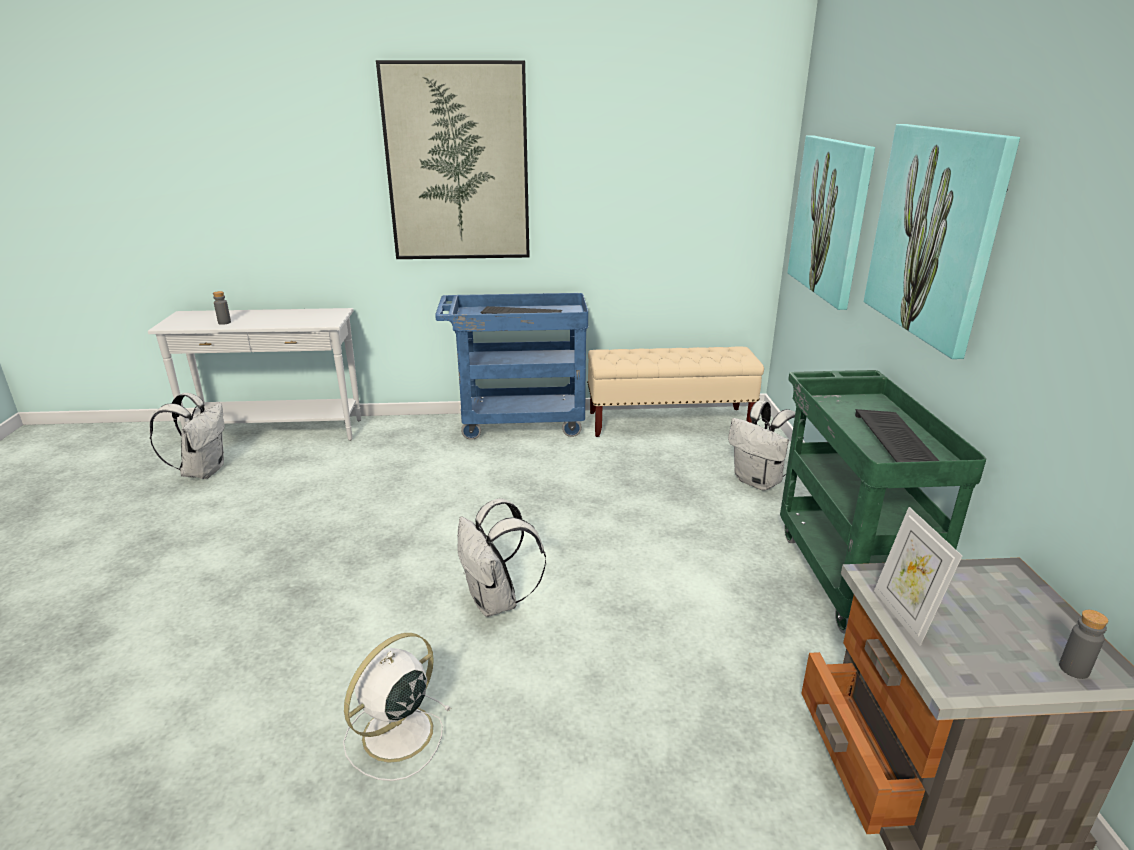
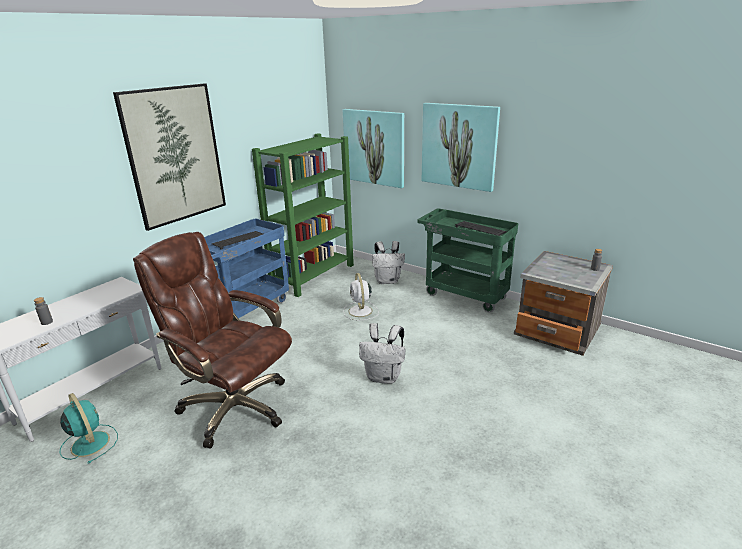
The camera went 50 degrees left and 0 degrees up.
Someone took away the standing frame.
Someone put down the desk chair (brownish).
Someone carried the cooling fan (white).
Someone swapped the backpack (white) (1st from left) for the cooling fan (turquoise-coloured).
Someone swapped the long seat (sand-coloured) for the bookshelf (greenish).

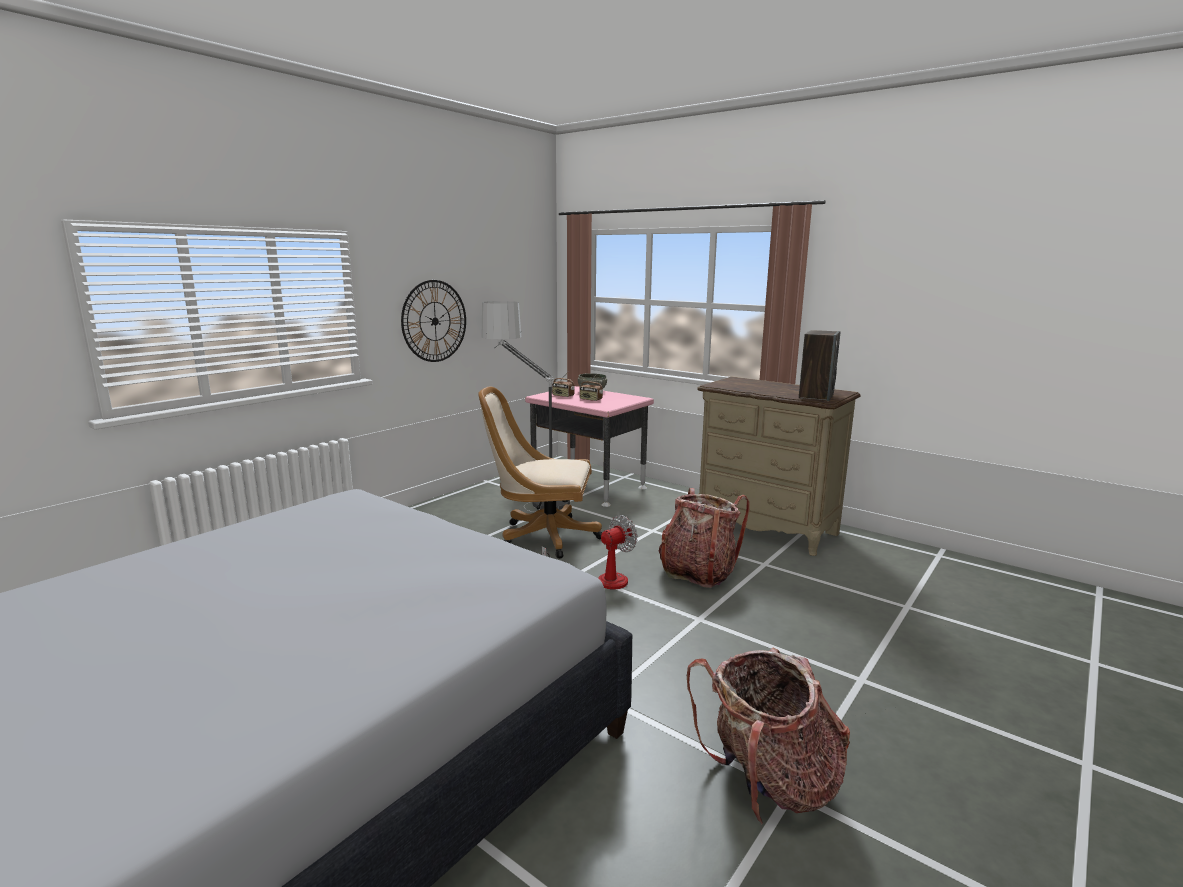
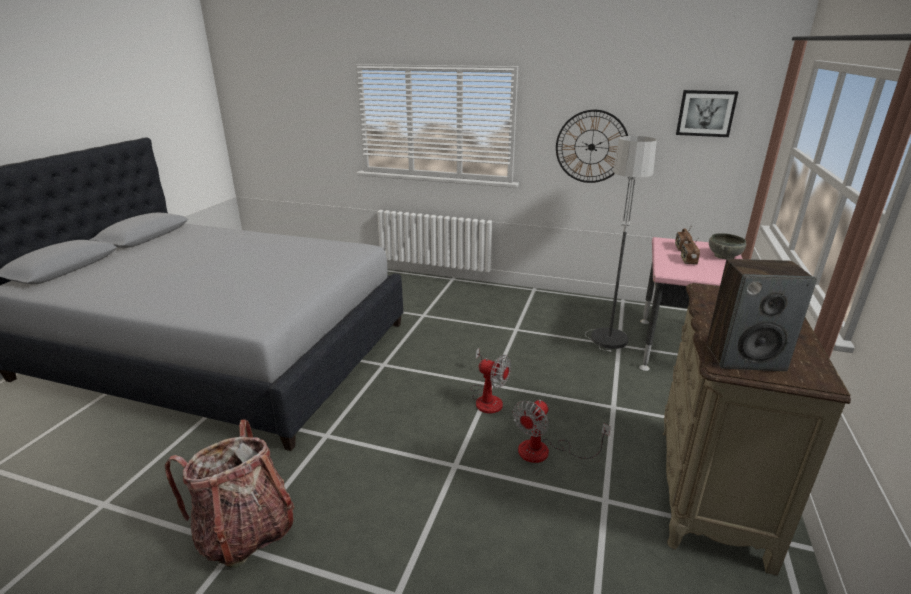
The camera went 70 degrees right and 10 degrees up.
Someone took away the desk chair.
Someone put up the wall art.
Someone swapped the backpack (1st from left) for the cooling fan (2nd from left).

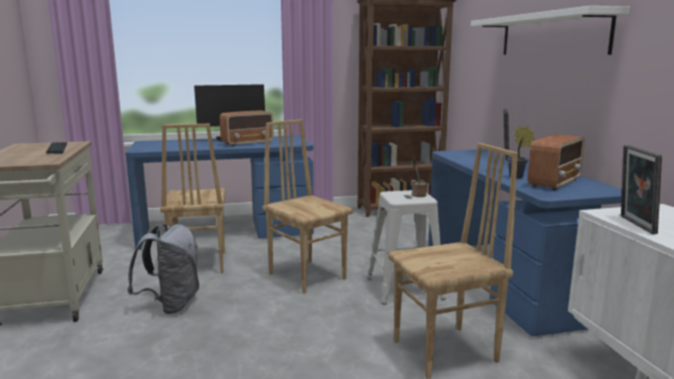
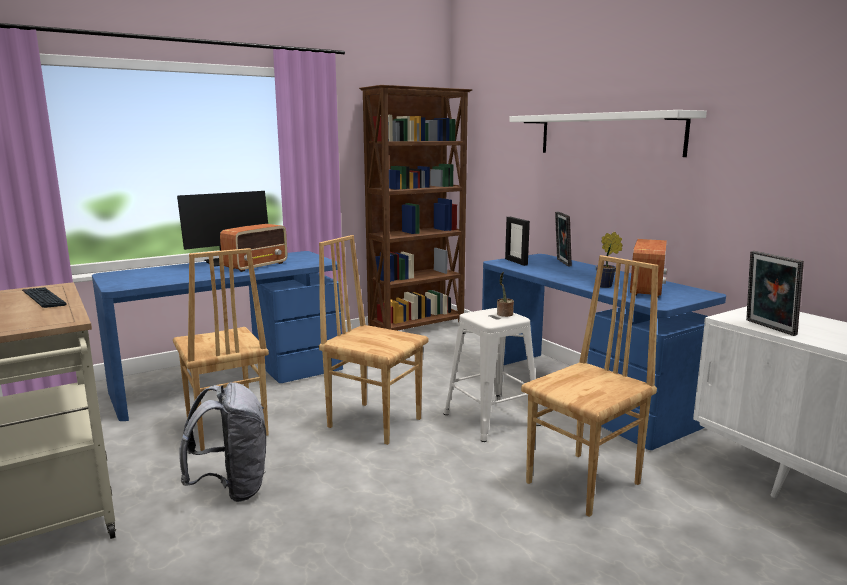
The camera went 20 degrees left and 0 degrees up.
Someone put down the standing frame (1st from left).

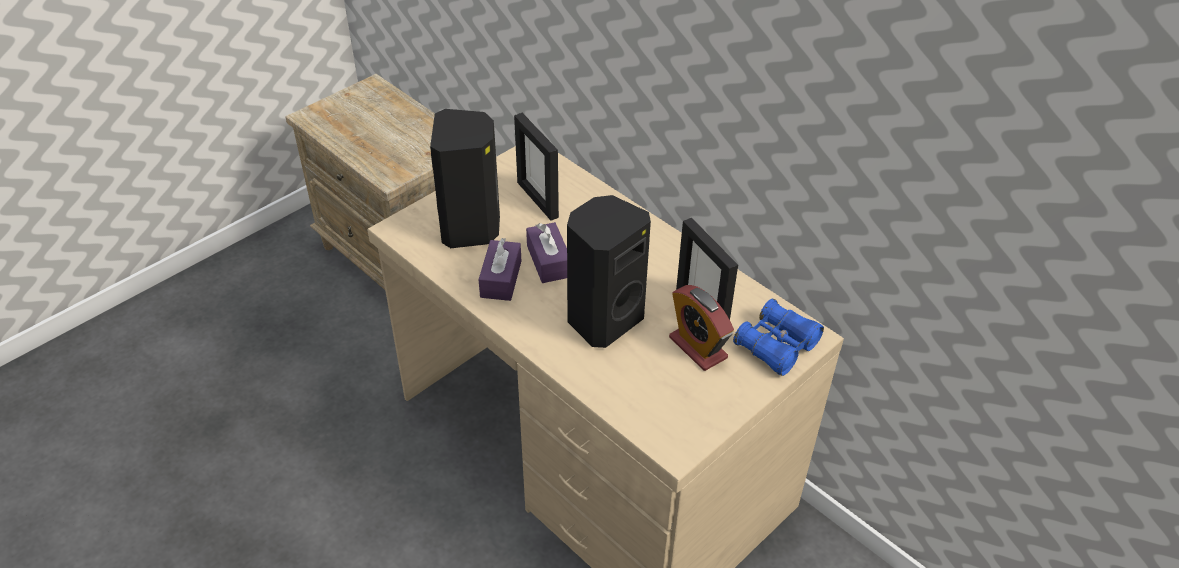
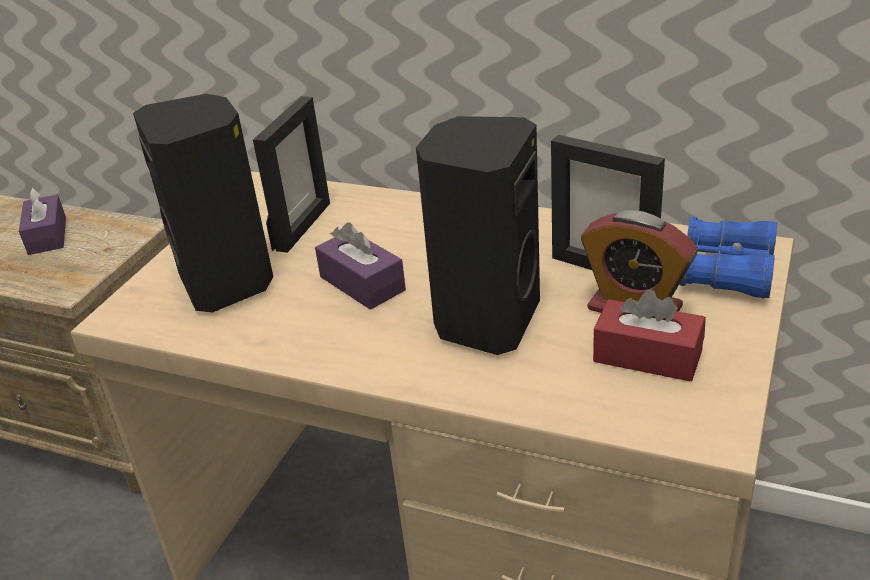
The camera went 20 degrees left and 10 degrees down.
Someone put down the tissue box (reddish).
Someone carried the tissue box (purple) (1st from left).
Someone rotated the standing frame (1st from left) by 105 degrees counterclockwise.

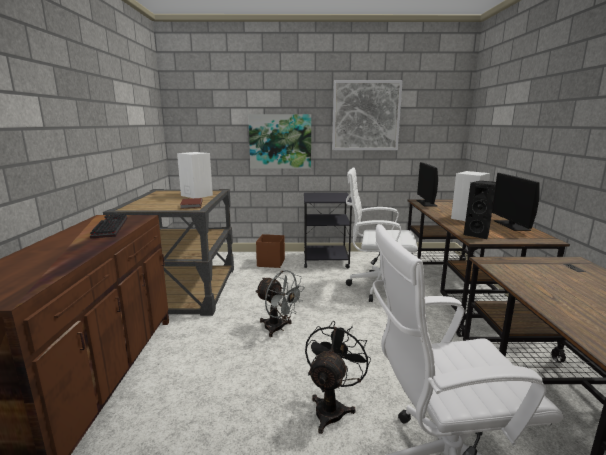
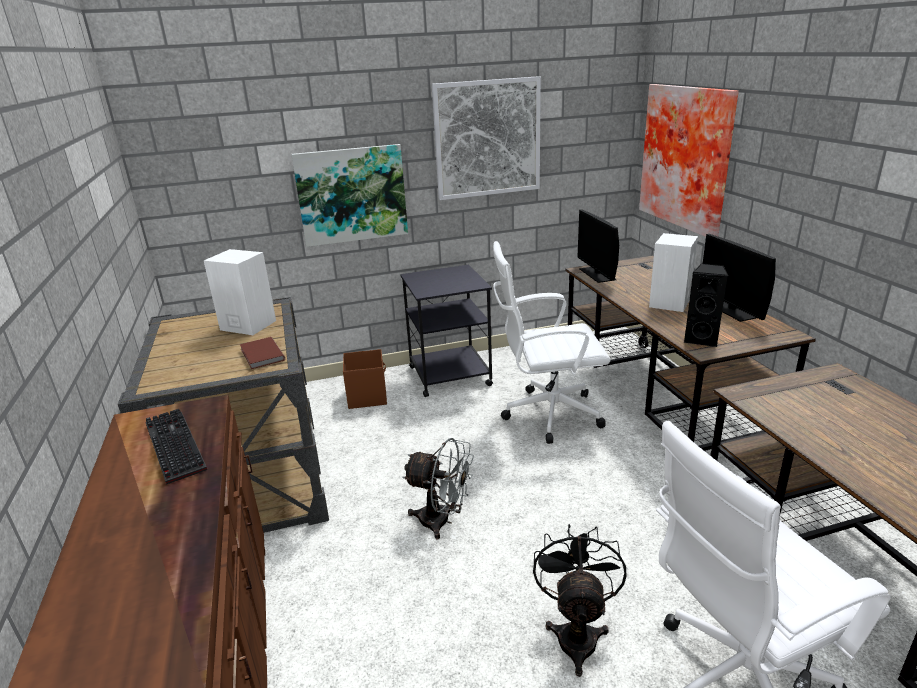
The camera went 15 degrees left and 10 degrees up.
Someone put up the wall art (3rd from left).

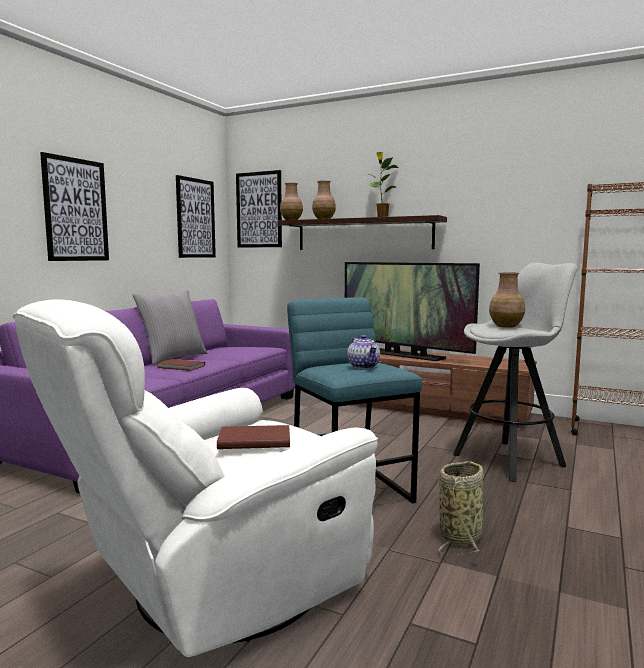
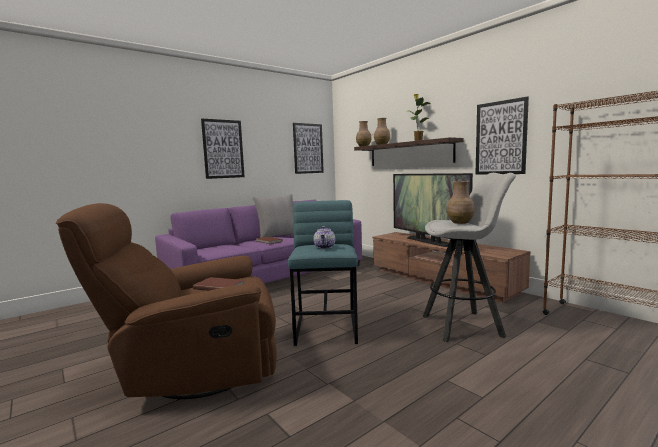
The camera went 25 degrees right and 0 degrees up.
Someone took away the household basket.
Someone carried the wall art (3rd from left).
Someone repainted the armchair (white), which became the armchair (brownish).

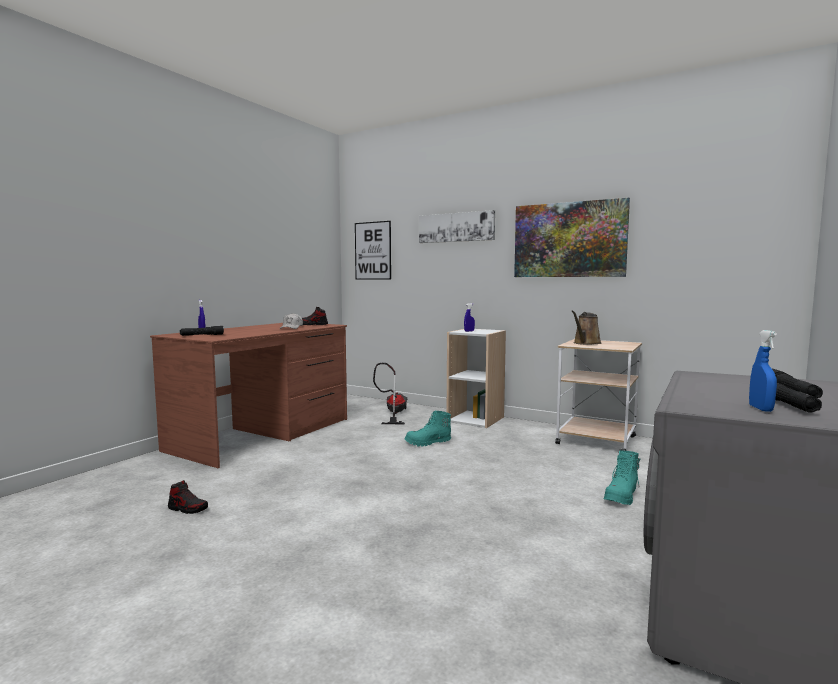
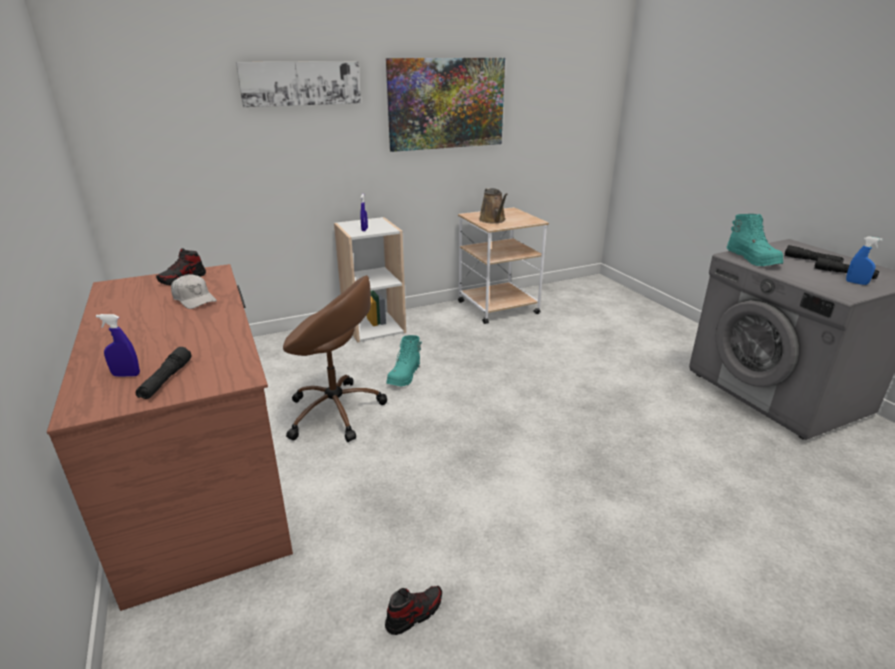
The camera went 55 degrees left and 20 degrees up.
Someone took away the wall art (1st from left).
Someone took away the vacuum.
Someone put down the desk chair (brownish).
Someone carried the tall boot (turquoise-coloured) (2nd from left).

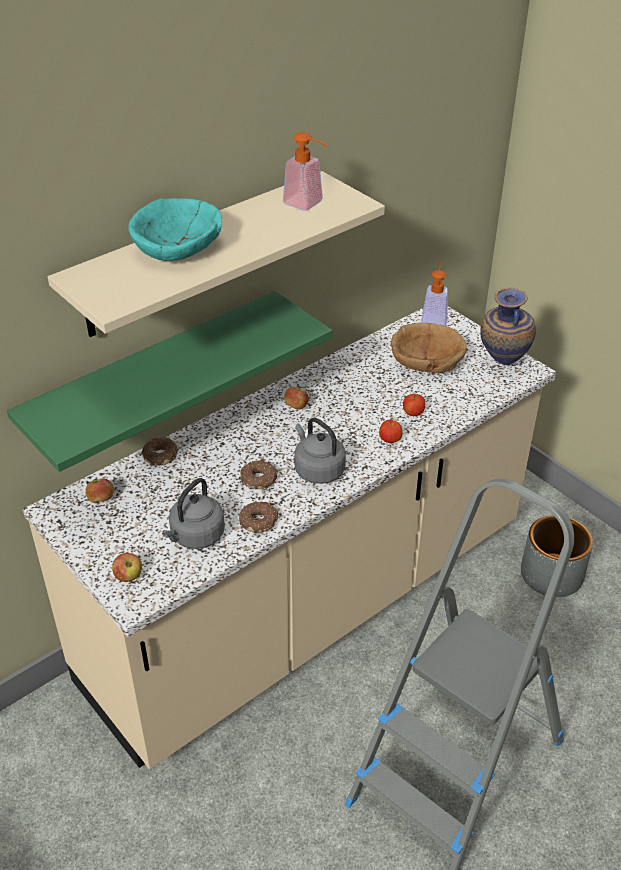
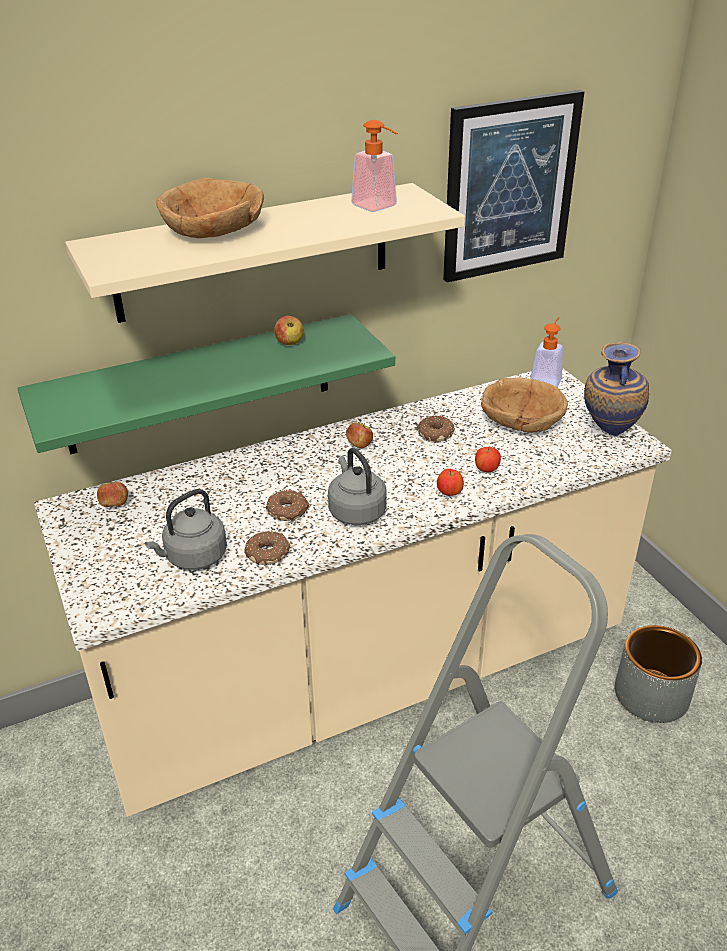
The camera went 15 degrees right and 5 degrees down.
Someone put up the wall art.
Someone carried the apple fruit (2nd from left).
Someone carried the ring doughnut (1st from left in the first image).
Someone repainted the deep dish (turquoise-coloured), which became the deep dish (brownish) (1st from left).

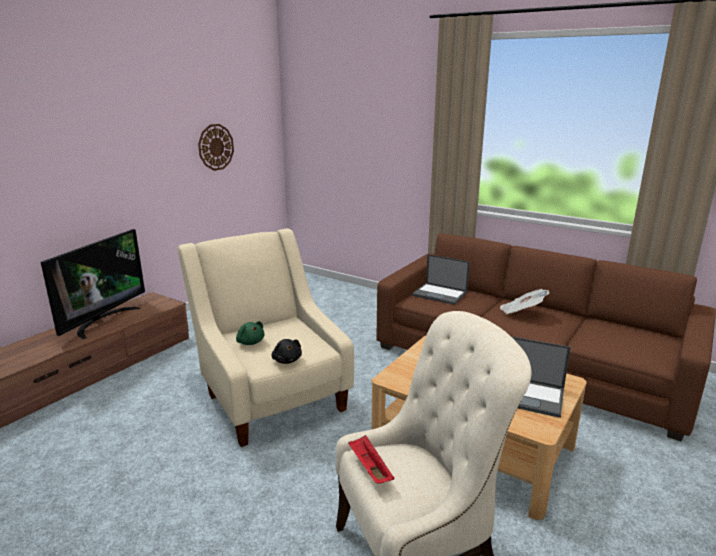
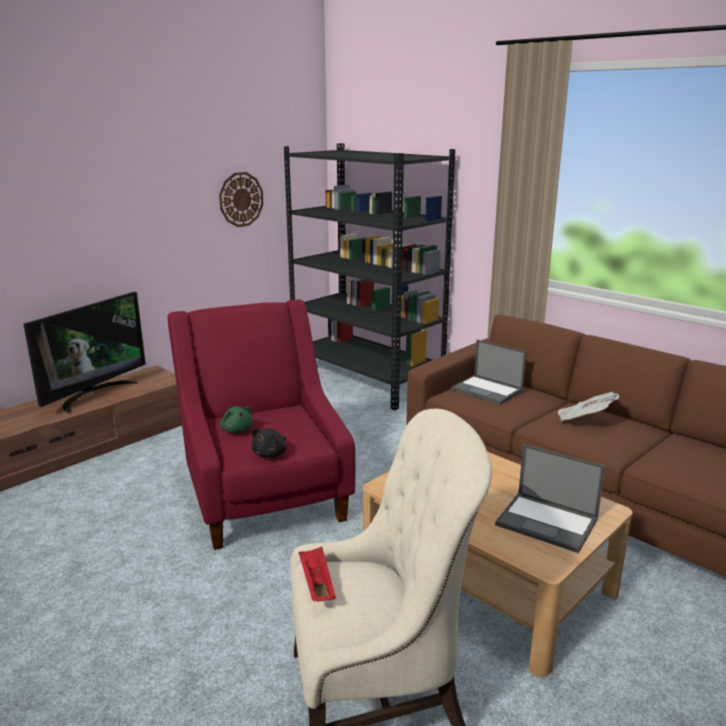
The camera went 10 degrees right and 0 degrees up.
Someone put down the bookshelf (black-coloured).
Someone repainted the armchair (sand-coloured) (1st from left), which became the armchair (reddish).
Someone rotated the cuddly toy (black-coloured) by 45 degrees clockwise.

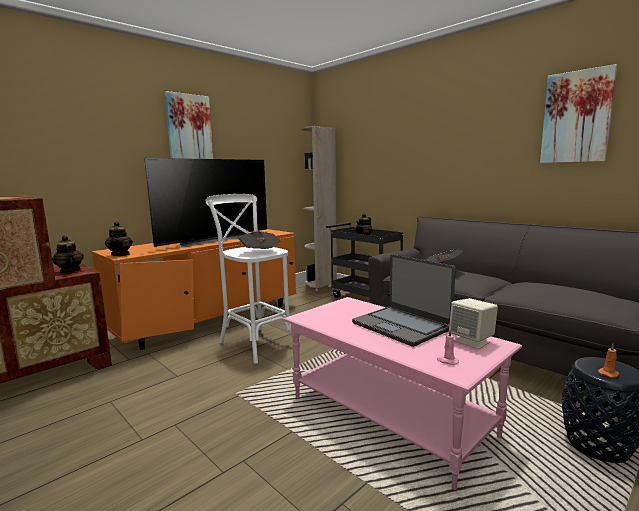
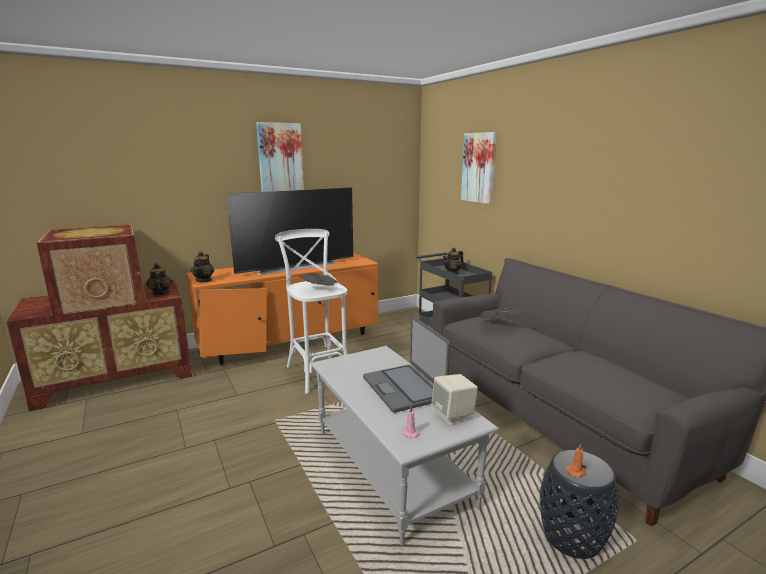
The camera went 15 degrees right and 5 degrees up.
Someone took away the bookshelf (sand-coloured).
Someone carried the wall art (2nd from left).
Someone repainted the low table (pinkish), which became the low table (greyish).

